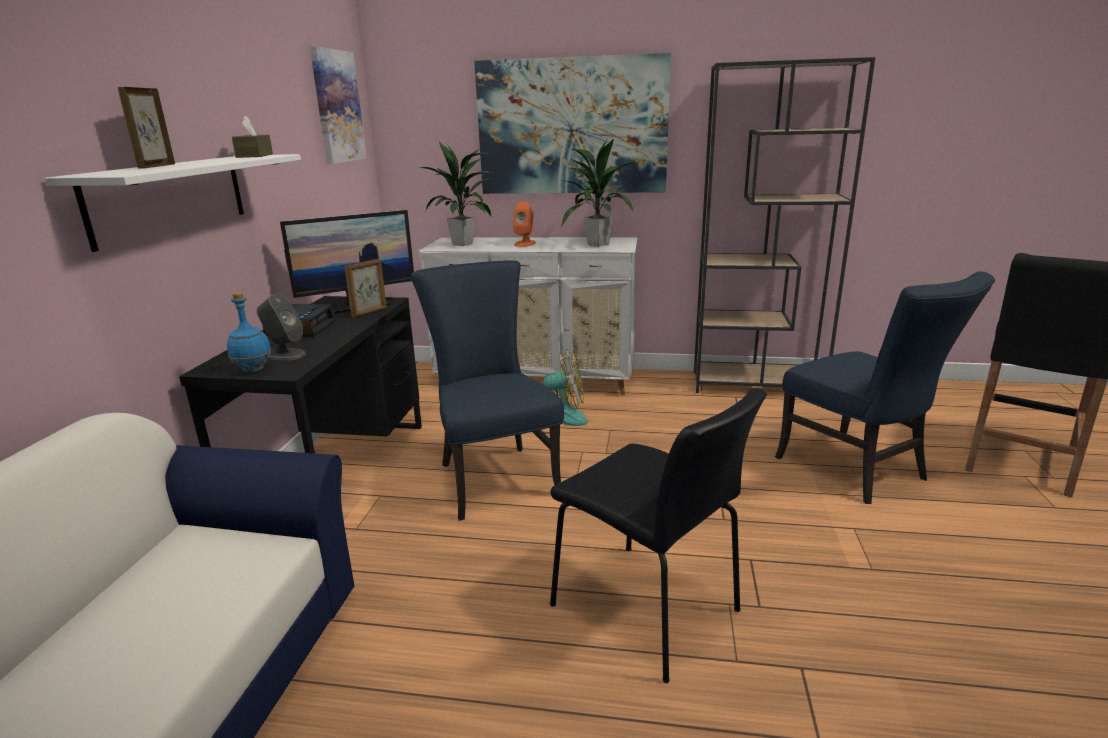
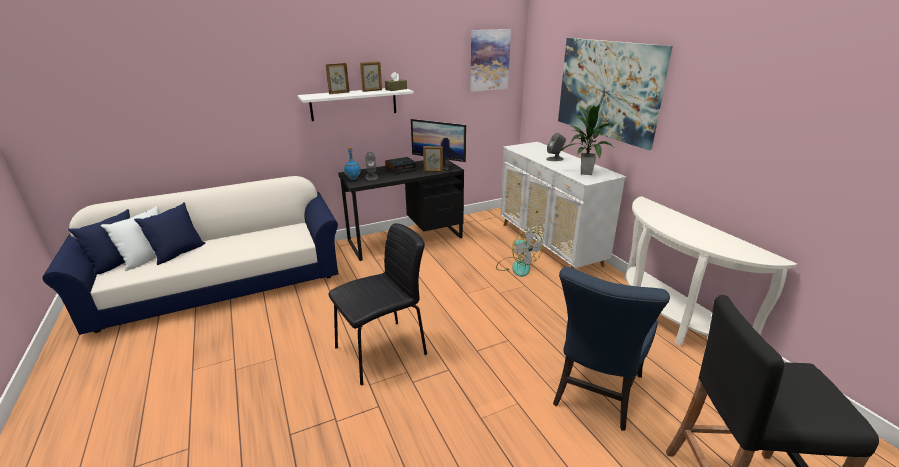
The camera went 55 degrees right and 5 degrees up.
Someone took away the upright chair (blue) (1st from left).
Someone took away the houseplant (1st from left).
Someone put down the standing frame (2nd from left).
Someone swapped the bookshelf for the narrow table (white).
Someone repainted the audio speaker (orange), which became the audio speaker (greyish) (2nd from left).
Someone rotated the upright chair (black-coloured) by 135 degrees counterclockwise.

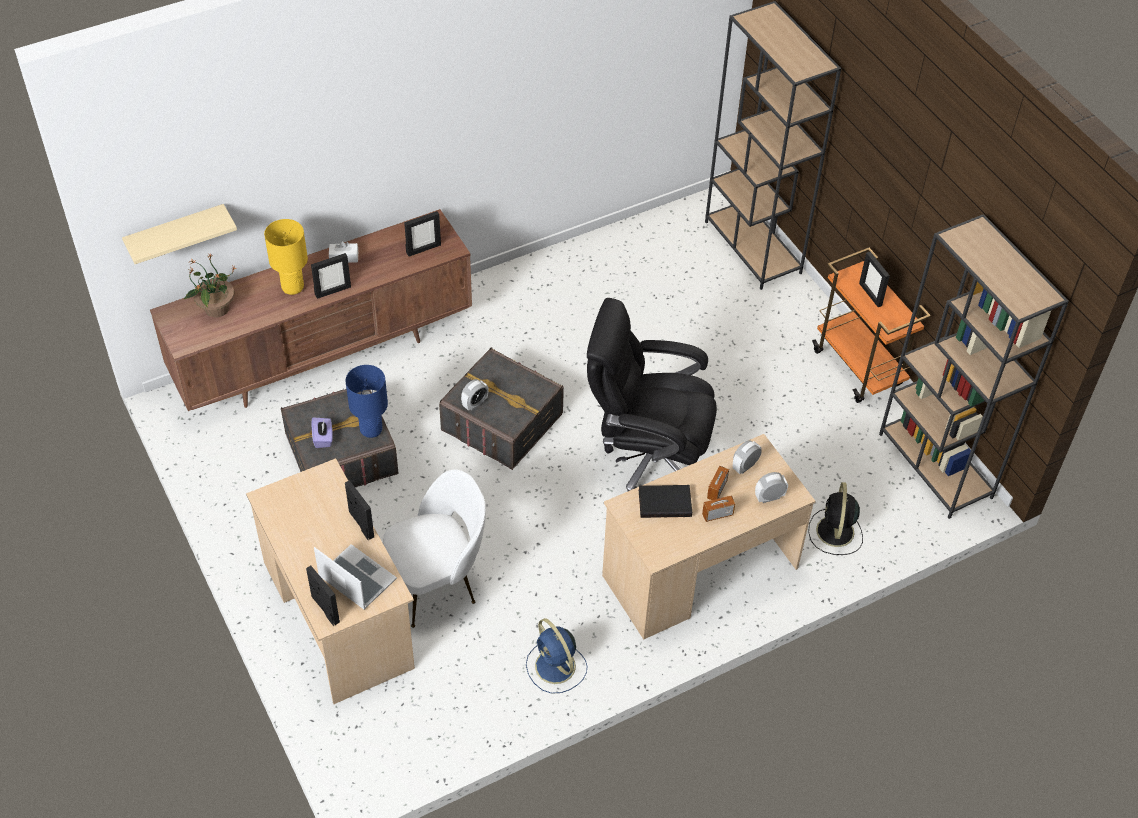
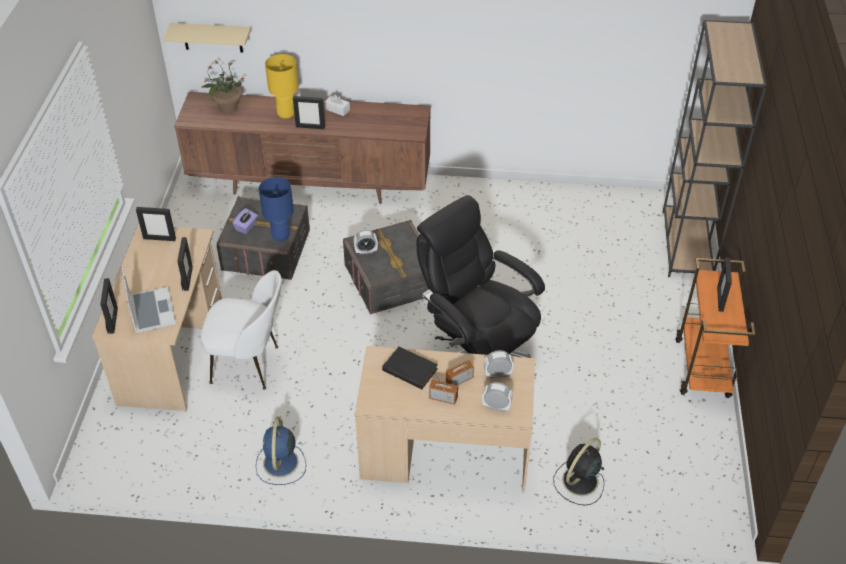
The camera went 35 degrees right and 5 degrees down.
Someone took away the bookshelf (2nd from left).
Someone carried the standing frame (4th from left in the first image).

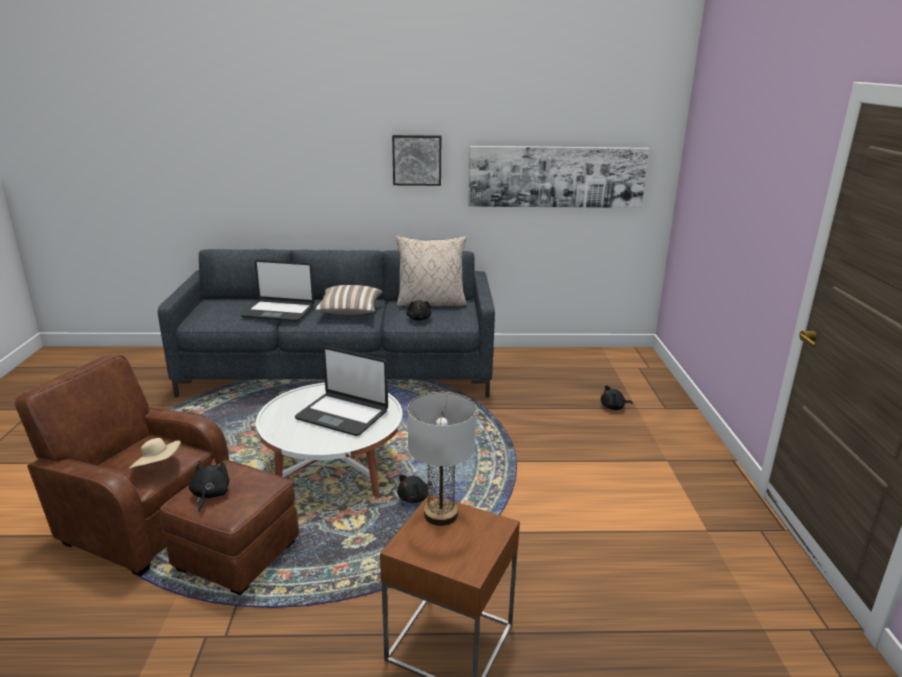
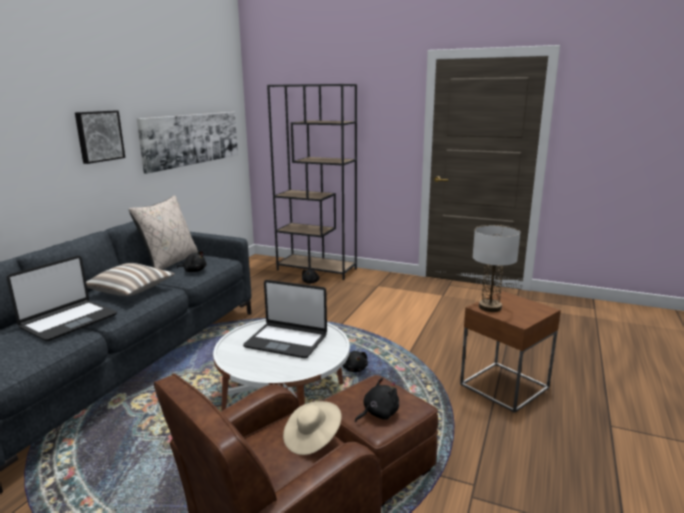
The camera went 65 degrees left and 5 degrees down.
Someone put down the bookshelf.
Someone rotated the cuddly toy (black-coloured) (1st from left in the first image) by 120 degrees clockwise.
Someone rotated the notebook computer (2nd from left) by 60 degrees clockwise.

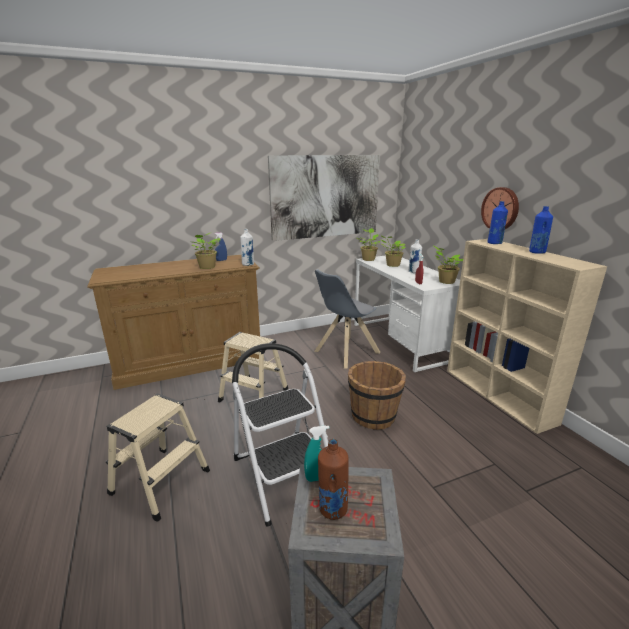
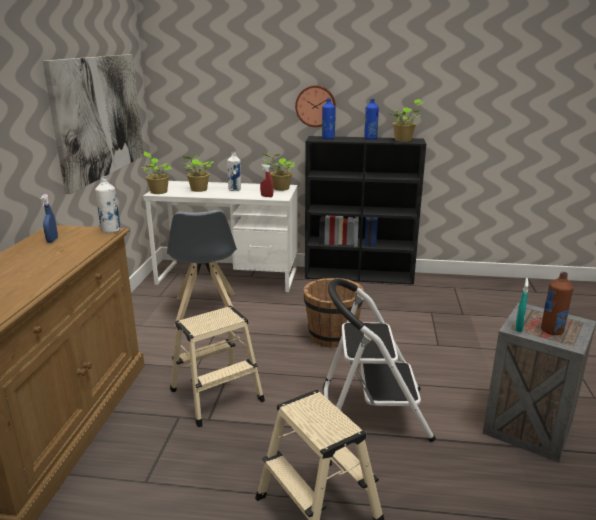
The camera went 60 degrees left and 0 degrees up.
Someone carried the houseplant (1st from left in the first image).
Someone repainted the bookshelf (sand-coloured), which became the bookshelf (black-coloured).

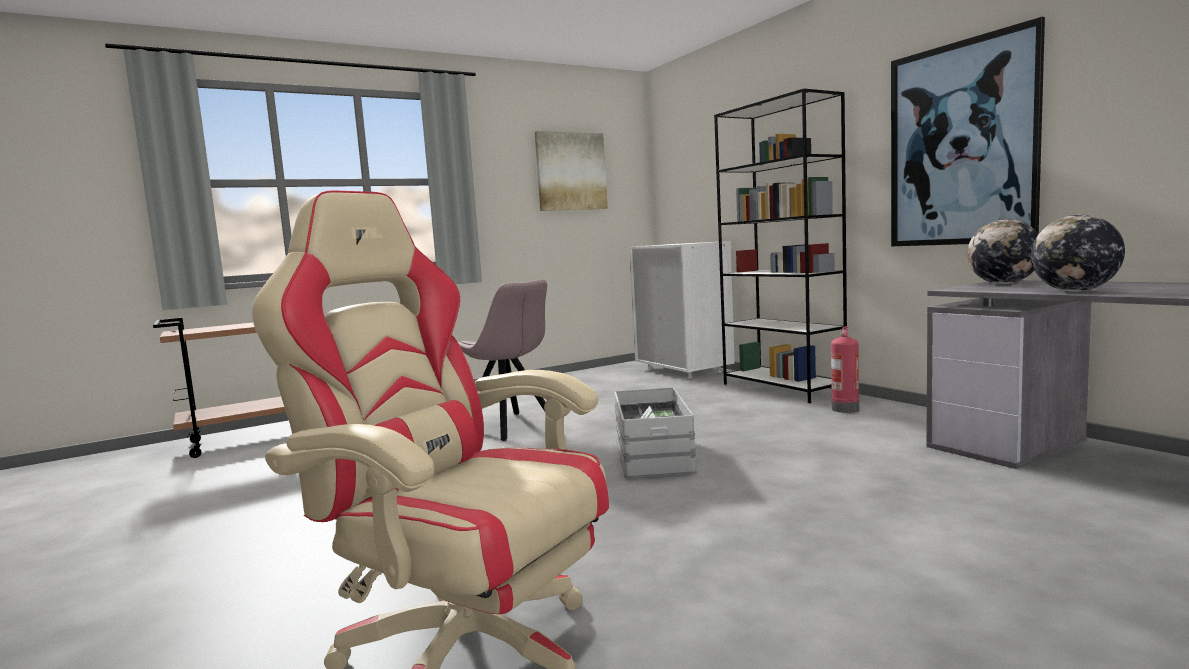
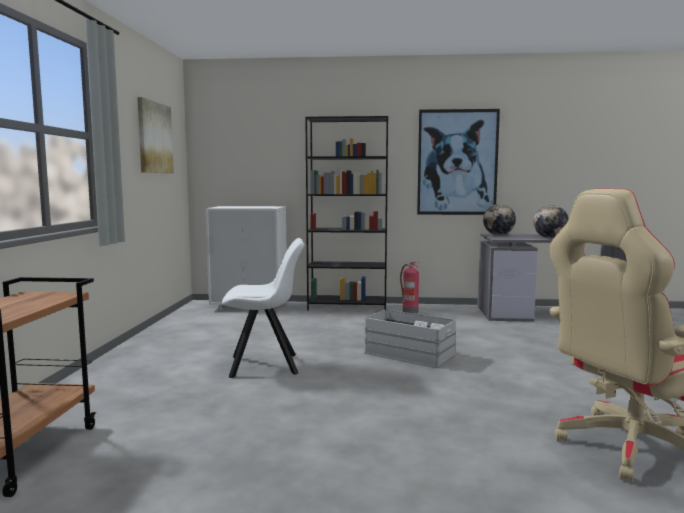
The camera went 55 degrees left and 0 degrees up.
Someone repainted the upright chair (pinkish), which became the upright chair (white).
Someone repainted the bookshelf (white), which became the bookshelf (black-coloured).

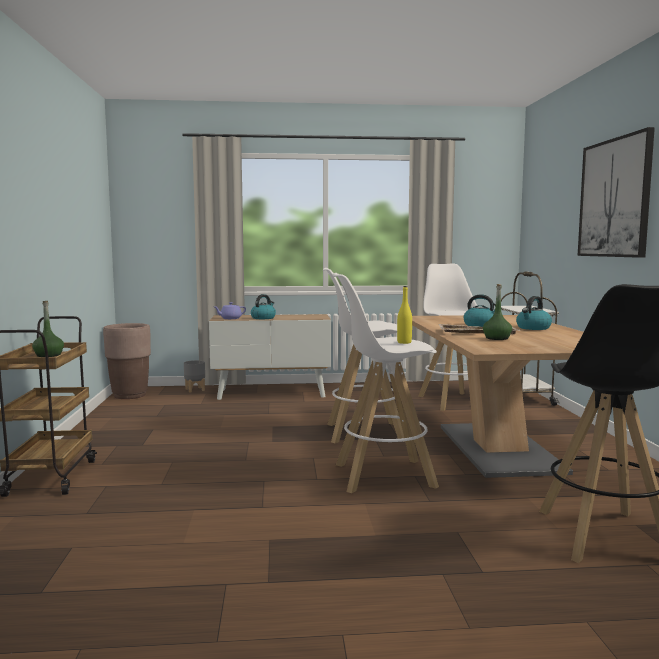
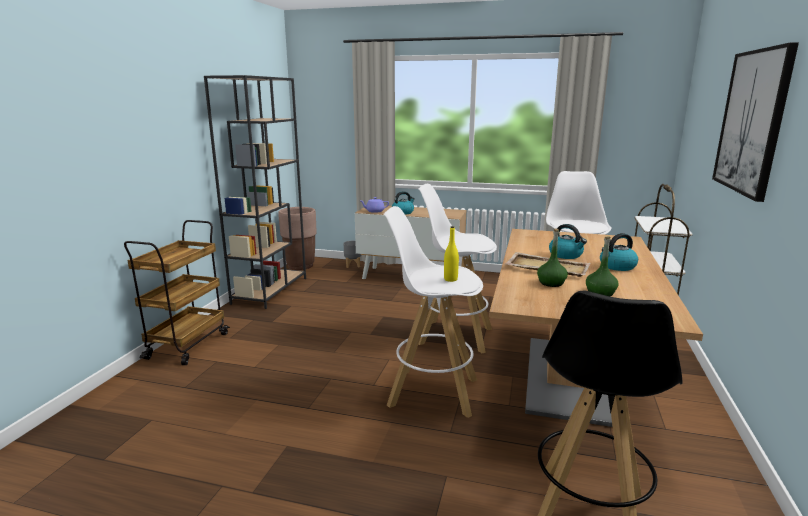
The camera went 20 degrees right and 10 degrees up.
Someone put down the bookshelf.
Someone carried the beverage bottle (greenish) (1st from left in the first image).

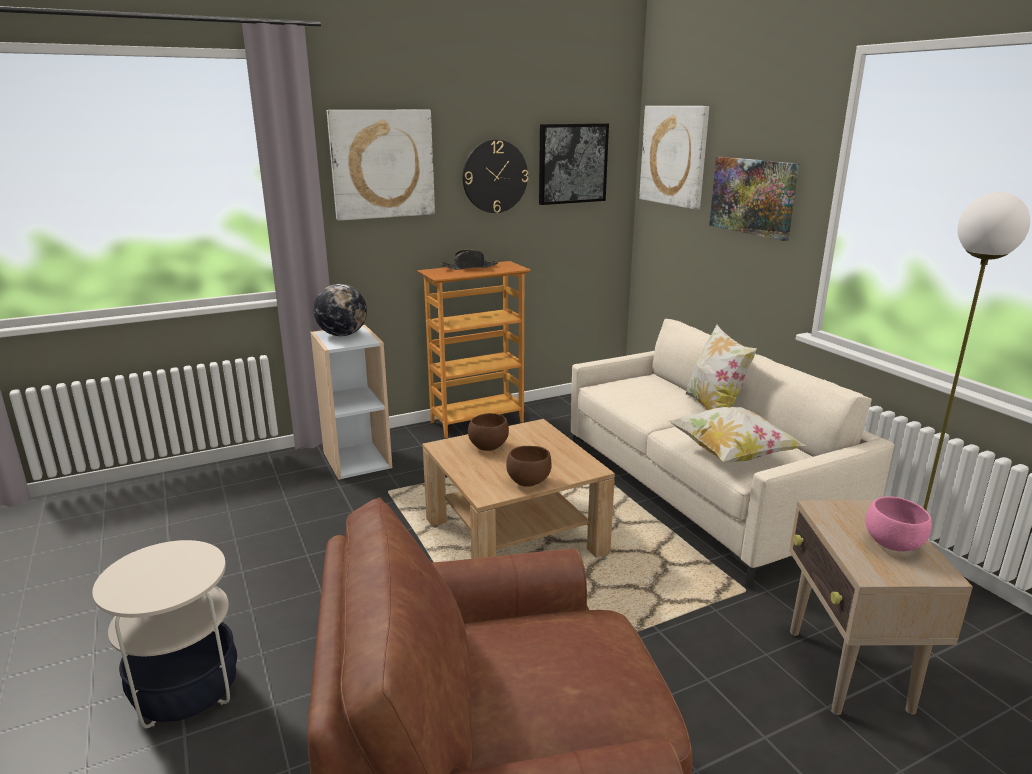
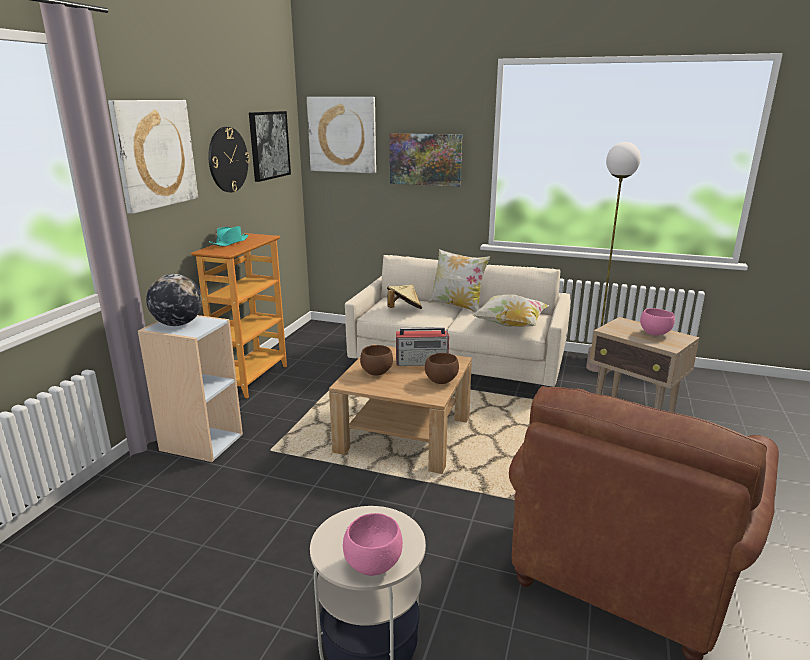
The camera went 45 degrees left and 0 degrees up.
Someone put down the deep dish (pinkish) (1st from left).
Someone put down the clothing hat (sand-coloured).
Someone put down the radio receiver.
Someone repainted the clothing hat (black-coloured), which became the clothing hat (turquoise-coloured).

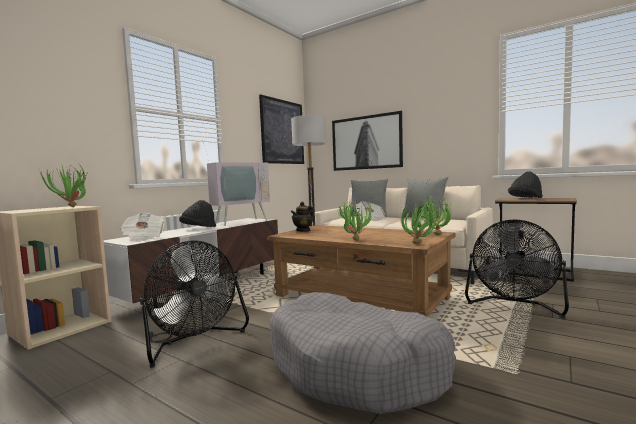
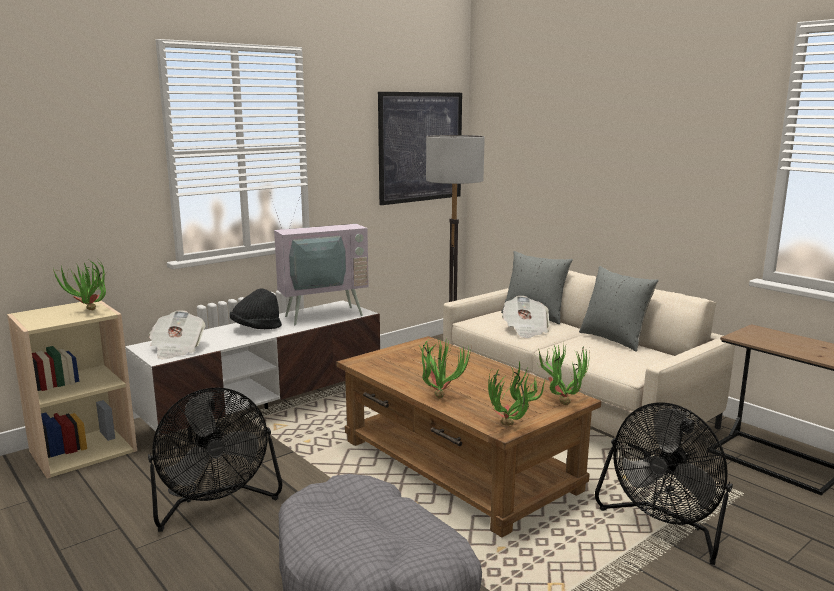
The camera went 15 degrees right and 10 degrees up.
Someone took away the teapot.
Someone took away the wall art (2nd from left).
Someone took away the clothing hat (black-coloured) (2nd from left).

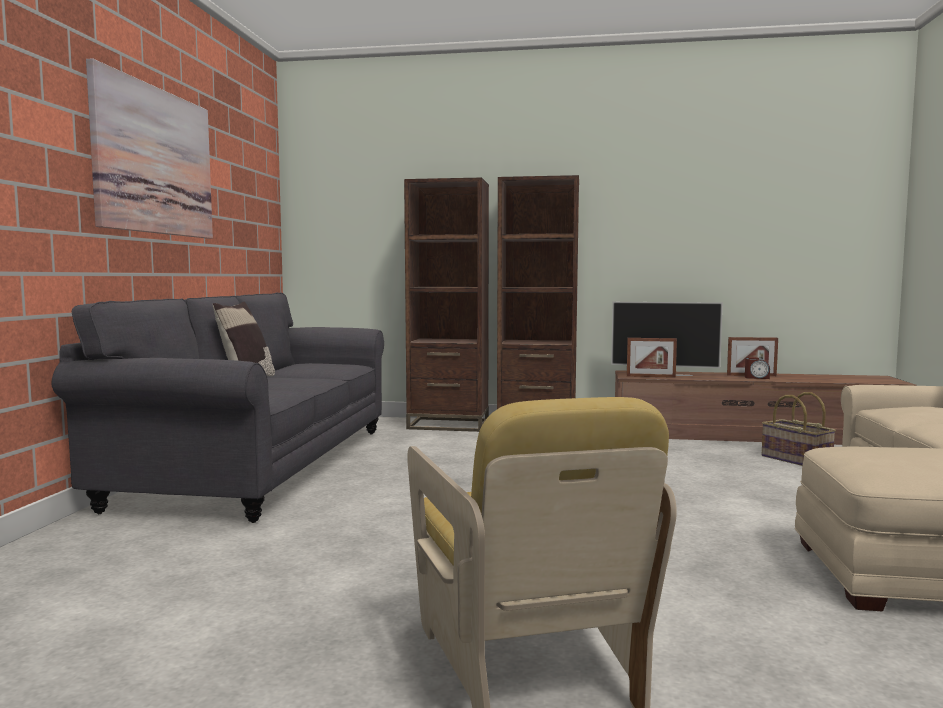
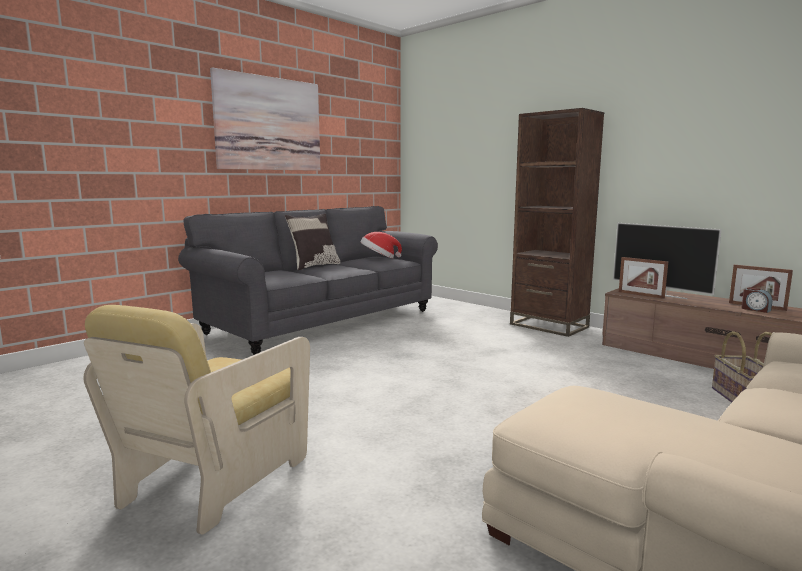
The camera went 35 degrees right and 5 degrees up.
Someone took away the bookshelf (brownish) (1st from left).
Someone put down the clothing hat.

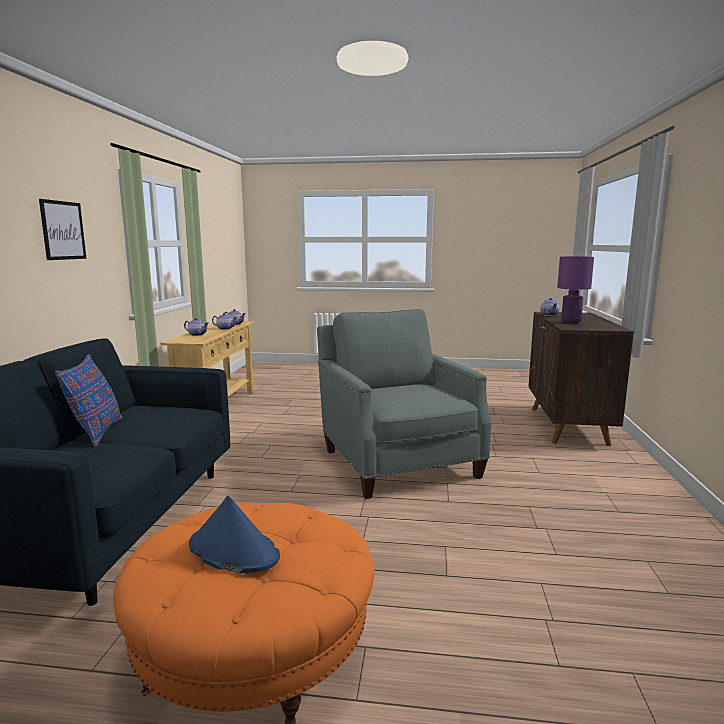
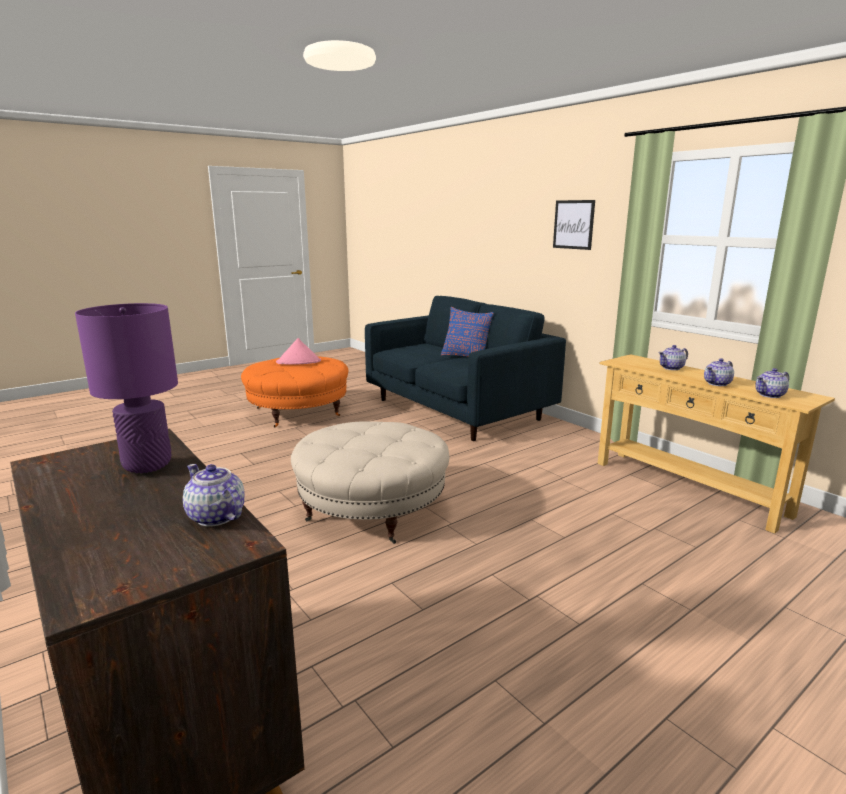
The camera went 135 degrees right and 5 degrees up.
Someone swapped the armchair (greyish) for the footrest (sand-coloured).
Someone repainted the clothing hat (blue), which became the clothing hat (pinkish).

